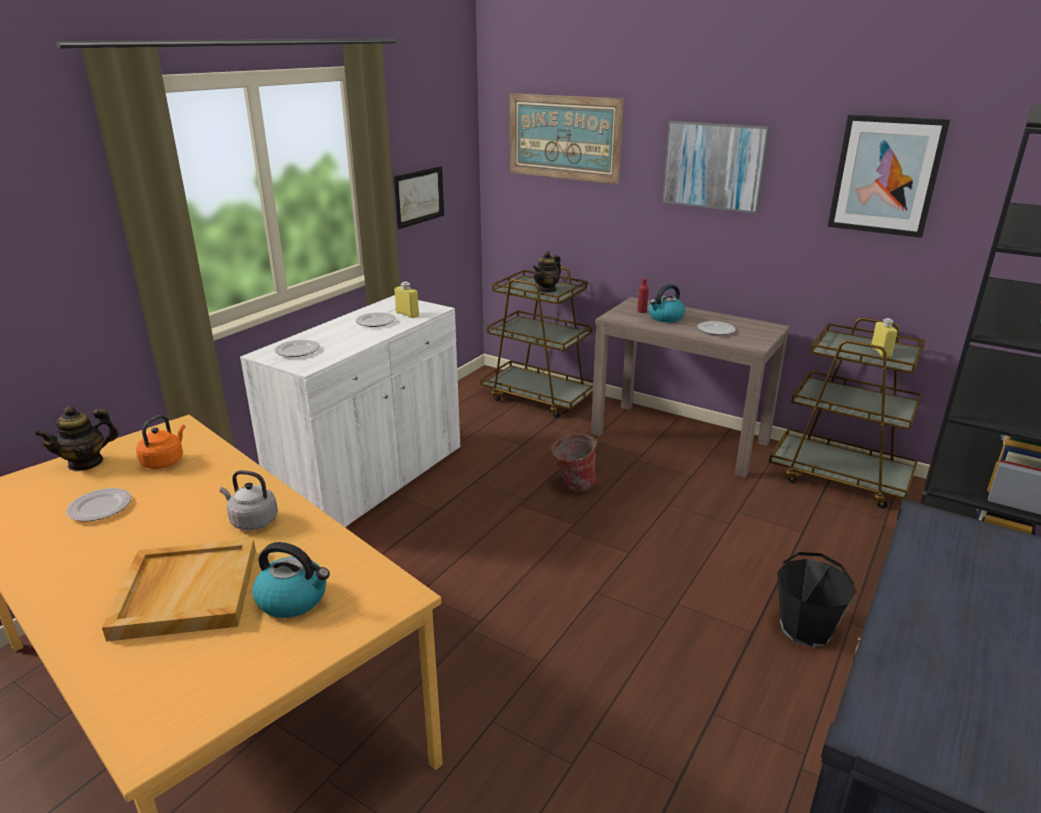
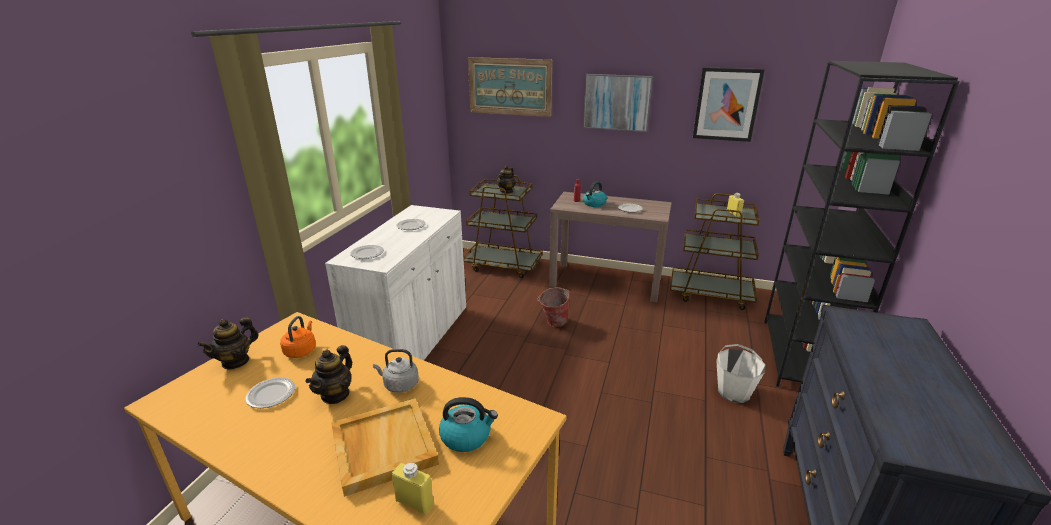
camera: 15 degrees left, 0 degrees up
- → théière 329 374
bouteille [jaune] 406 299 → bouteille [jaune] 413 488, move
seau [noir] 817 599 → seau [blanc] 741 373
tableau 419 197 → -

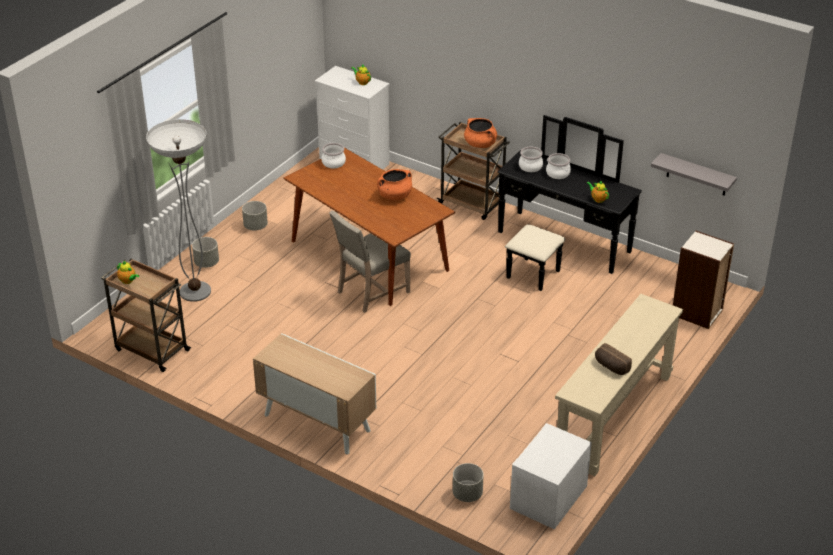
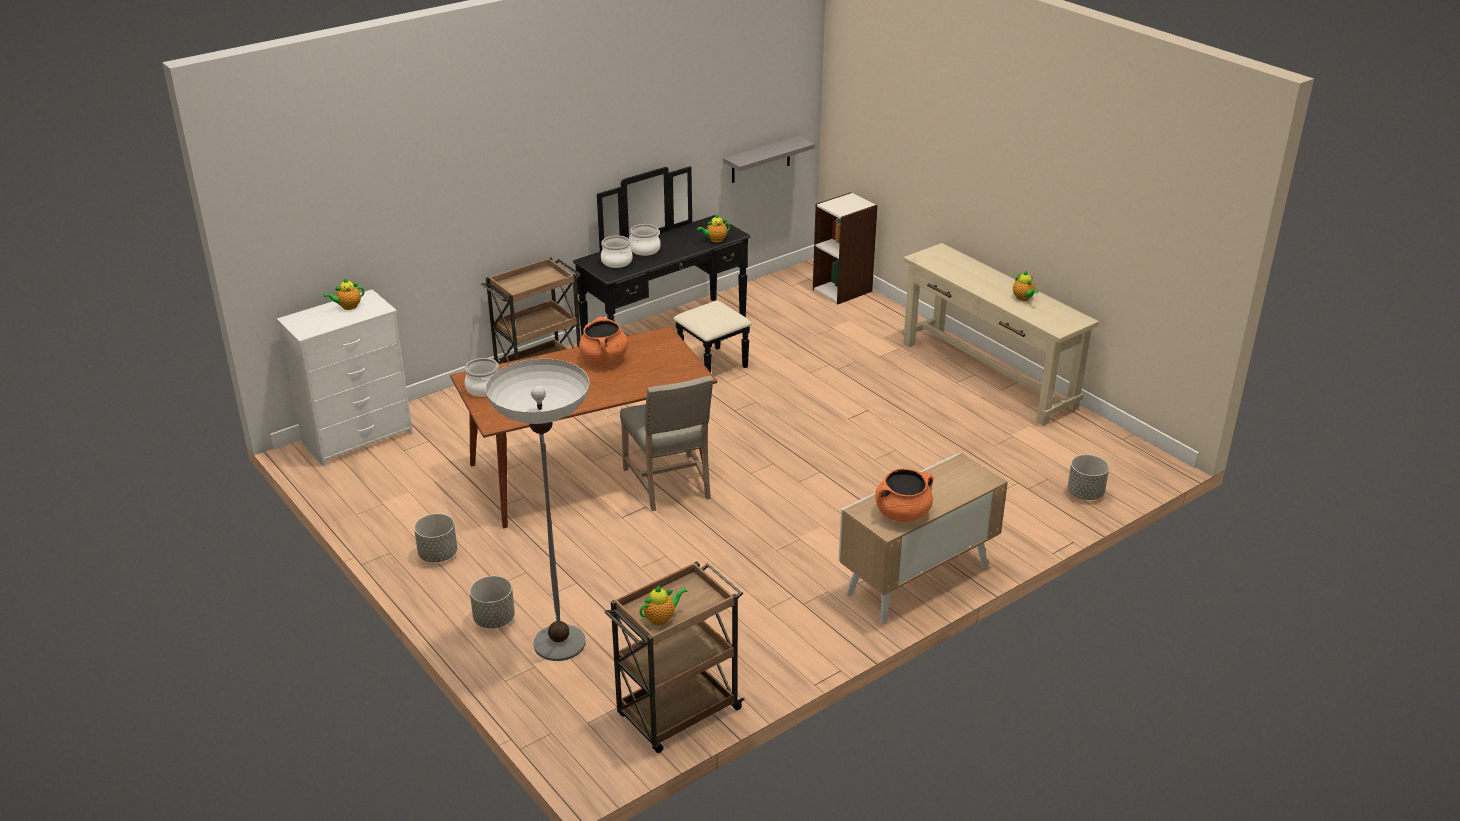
camera: 70 degrees left, 5 degrees down
marmite [orange] 480 133 → marmite [orange] 904 495, move
pain 613 359 → théière 1026 286
table de chevet [blanc] 551 476 → -

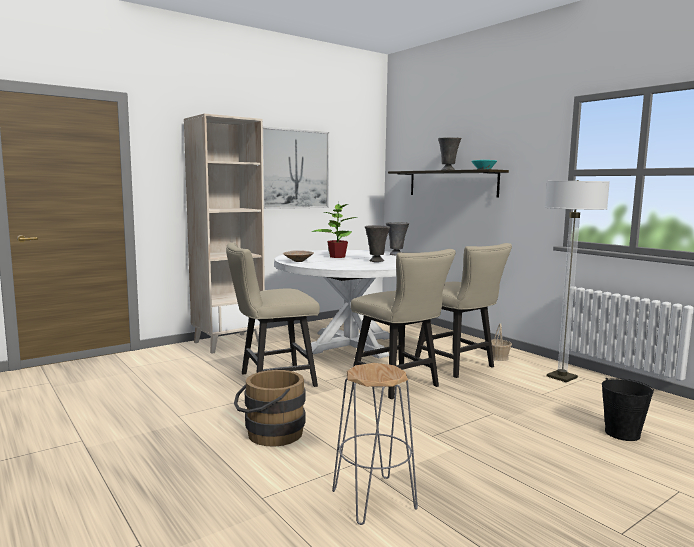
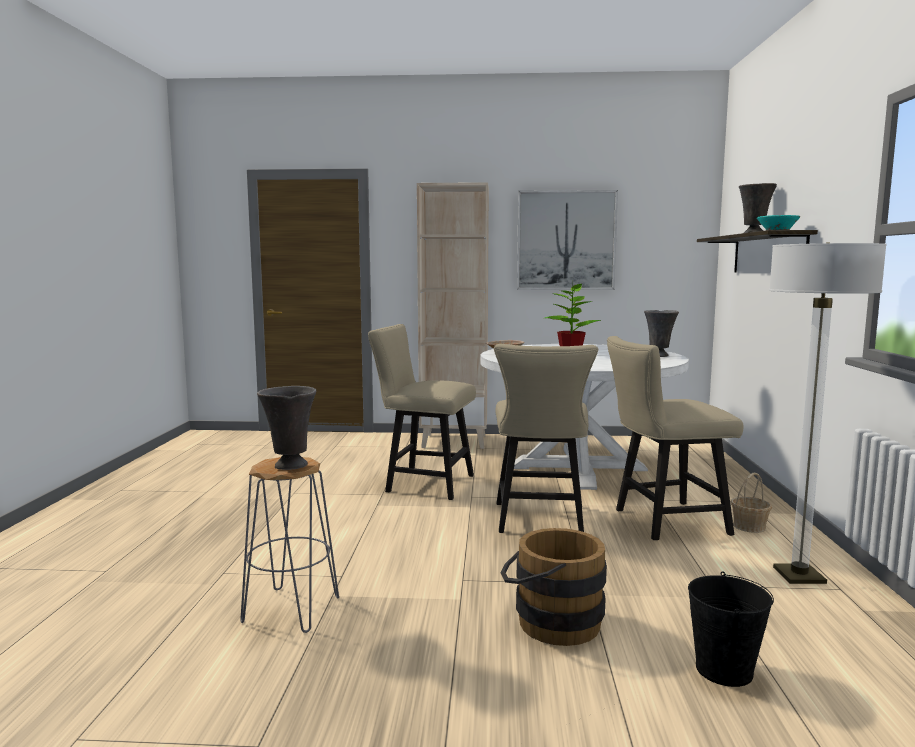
camera: 40 degrees right, 0 degrees up
vase [gris] 377 243 → vase [gris] 286 428, move
seau [marron] 269 408 → seau [marron] 553 587, move
chaise [beige] 463 310 → chaise [beige] 675 438, 75 degrees clockwise

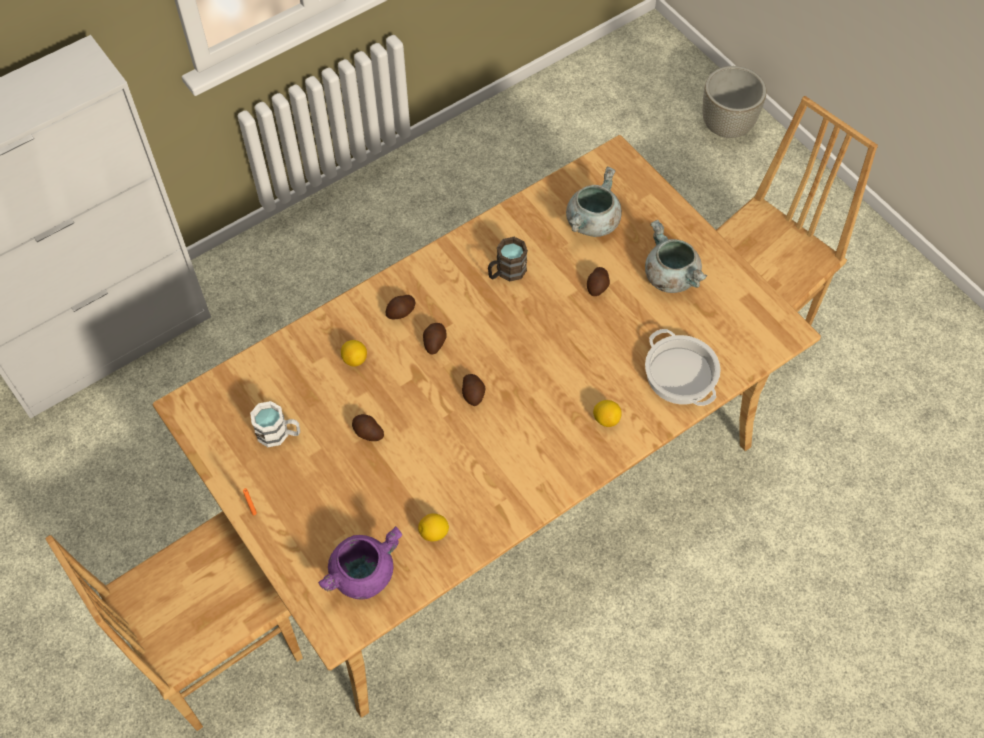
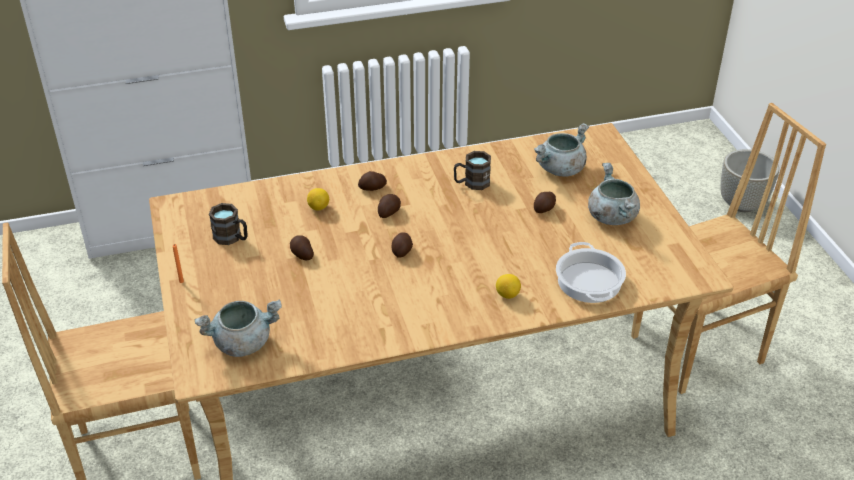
camera: 20 degrees right, 20 degrees down
marmite [violet] 360 563 → marmite [gris] 238 328
mug [blanc] 275 424 → mug [marron] 228 224
citron 433 527 → -

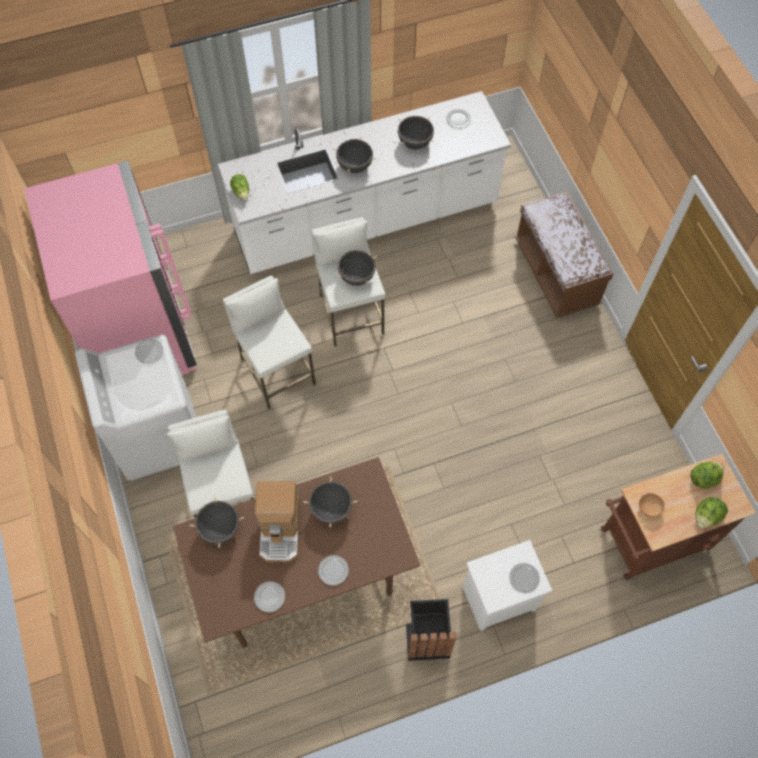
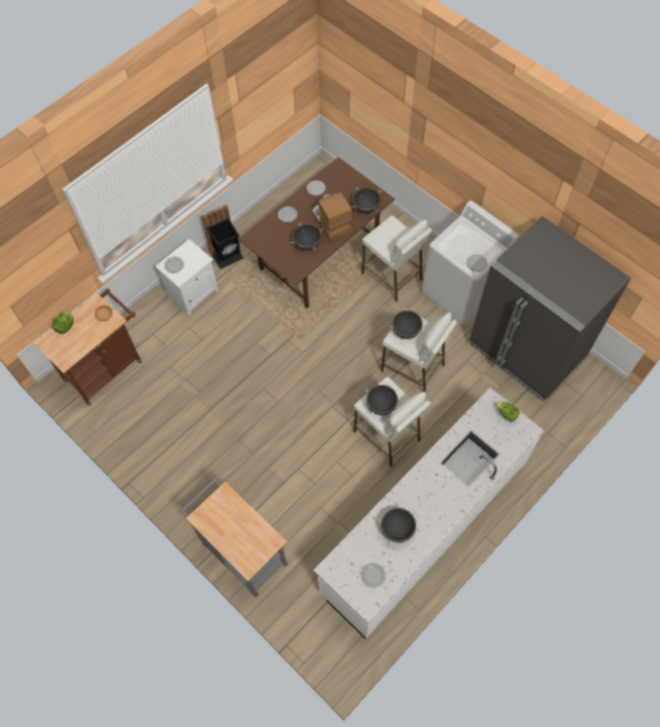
camera: 155 degrees right, 0 degrees up
banc [marron] 564 254 → chariot [gris] 234 537
marmite [noir] 354 155 → marmite [noir] 407 323, move
réfrigérateur [rose] 110 267 → réfrigérateur [gris] 550 308
laitue 707 475 → -

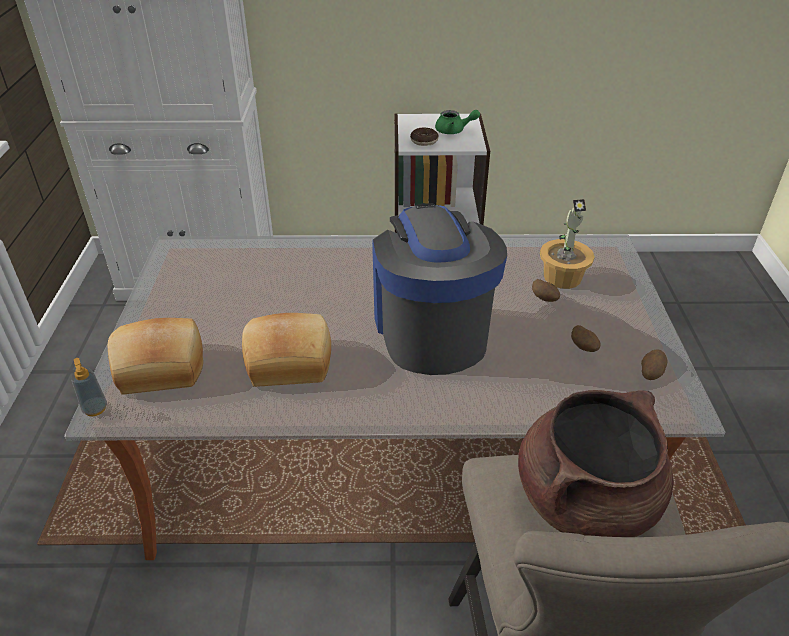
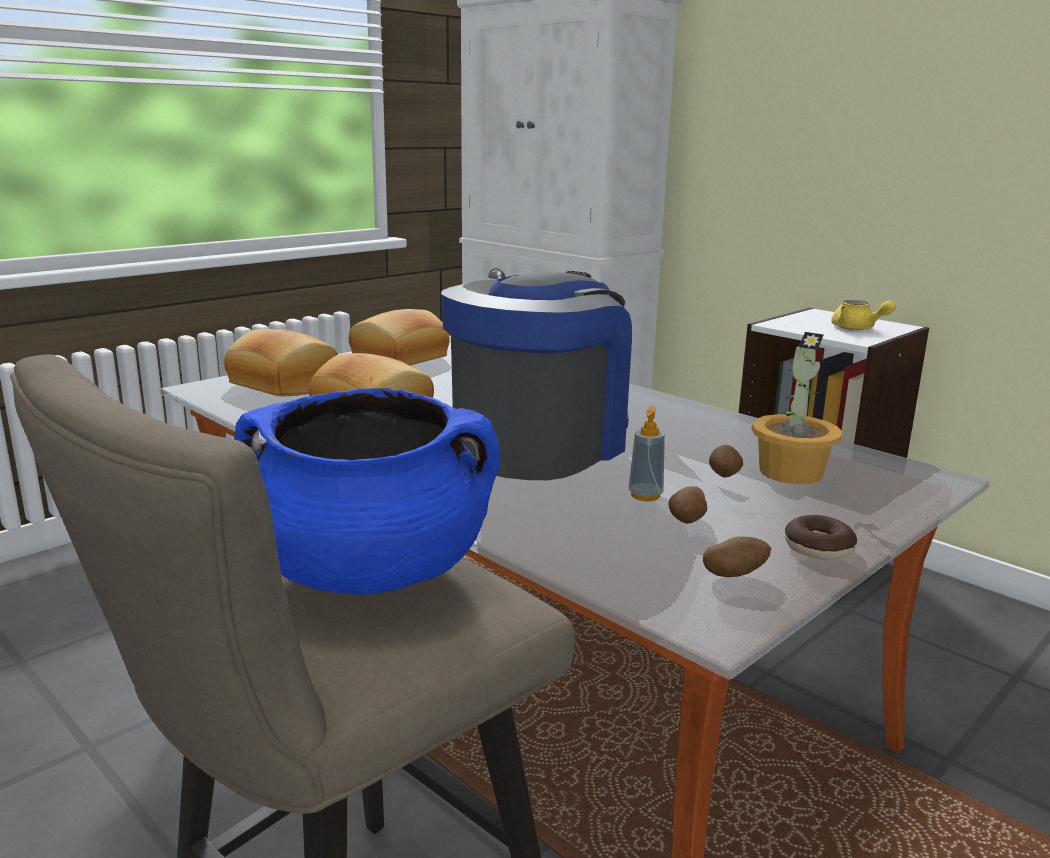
camera: 45 degrees right, 20 degrees down
marmite [marron] 596 463 → marmite [bleu] 367 491
- → pain 399 337
distributeur de savon 89 387 → distributeur de savon 647 453, move
beignet 424 137 → beignet 821 537, move
théière [vert] 457 122 → théière [jaune] 864 315

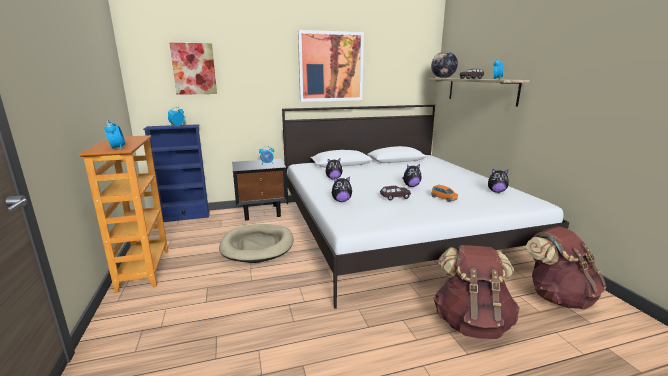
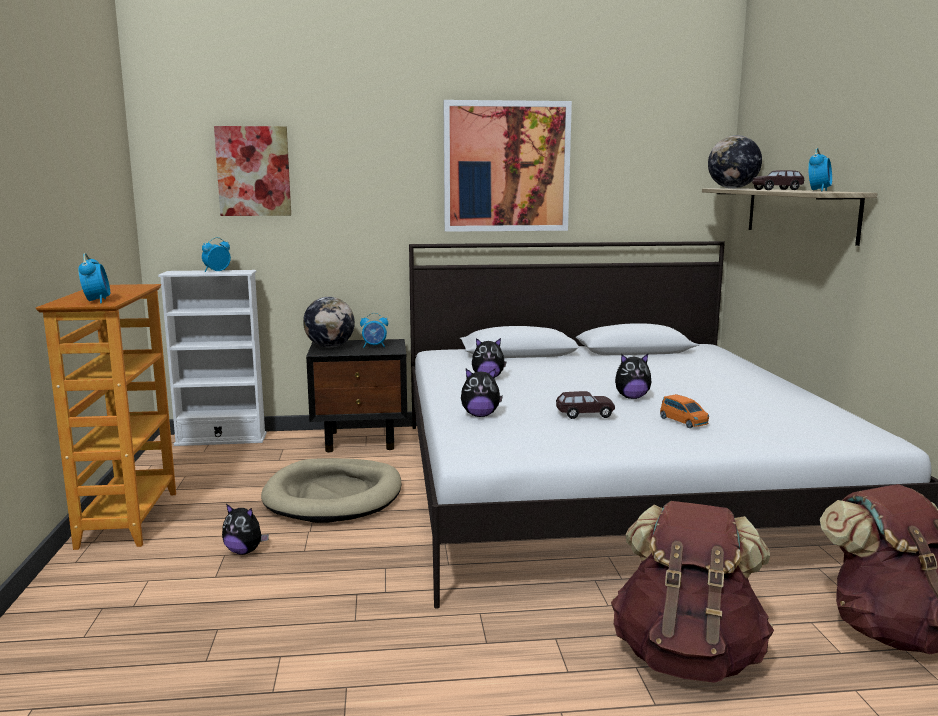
camera: 10 degrees right, 5 degrees down
bibliothèque [bleu] 176 173 → bibliothèque [blanc] 212 358
peluche 498 181 → peluche 245 529, move
- → globe 329 322

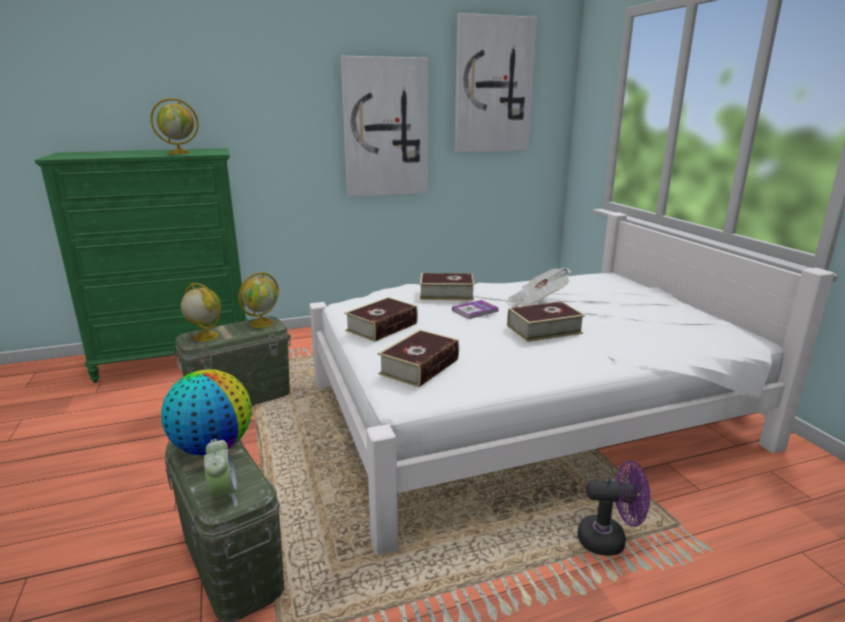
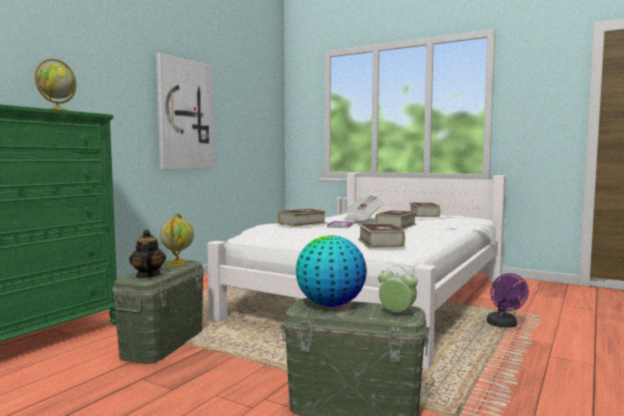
camera: 40 degrees left, 15 degrees down
globe 201 312 → théière 147 253
livre 381 319 → livre 425 210, move
ventilateur [violet] 613 508 → ventilateur [violet] 508 300, 120 degrees clockwise
tableau 495 83 → -

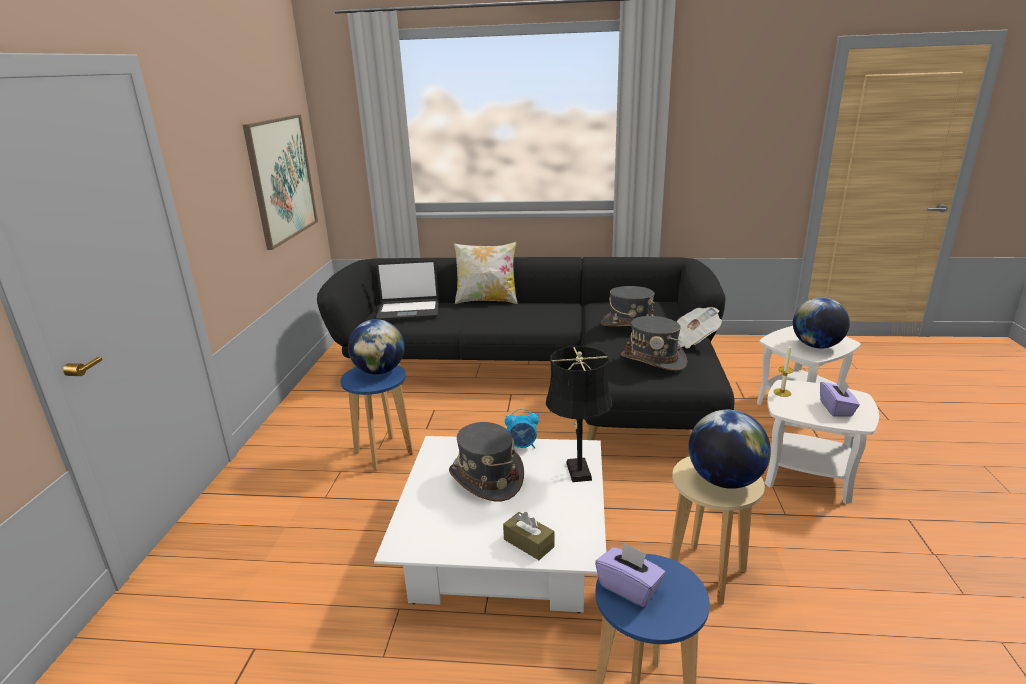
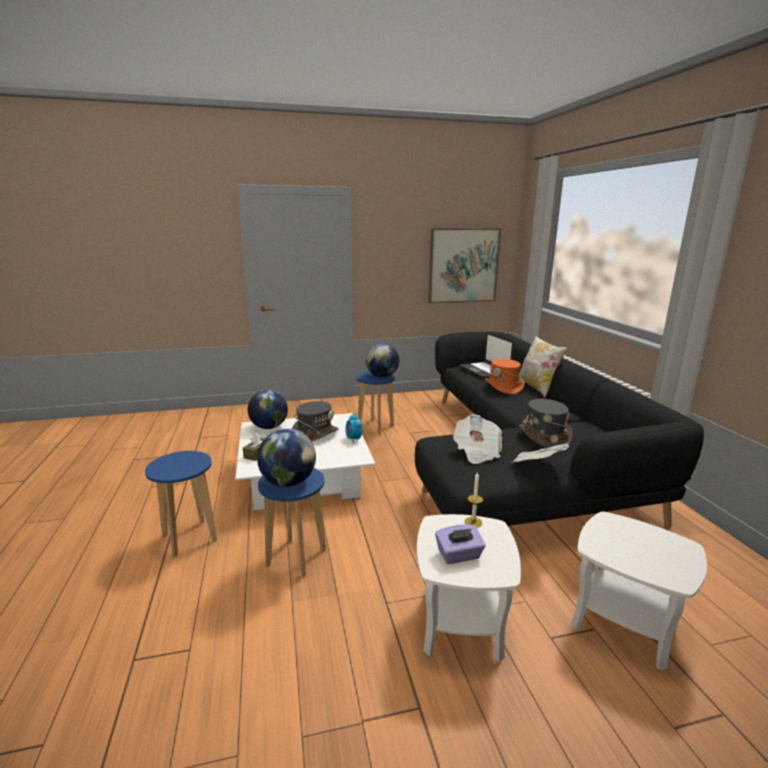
camera: 70 degrees right, 5 degrees down
globe 821 323 → globe 268 409, move
tabouret [beige] 717 530 → tabouret [bleu] 292 522
chapeau [gris] 654 343 → journal 477 439
- → chapeau [orange] 505 376
lampe de table [noir] 579 414 → -
boîte à mouchoirs [violet] 630 574 → -

